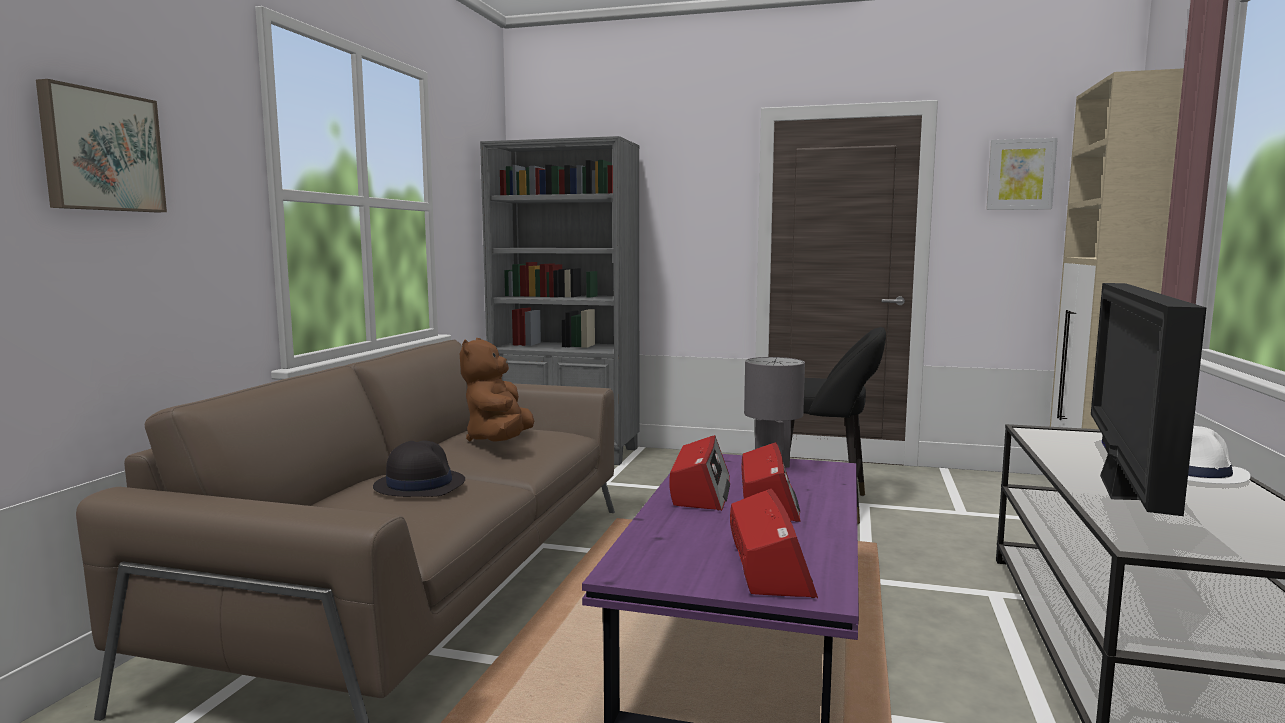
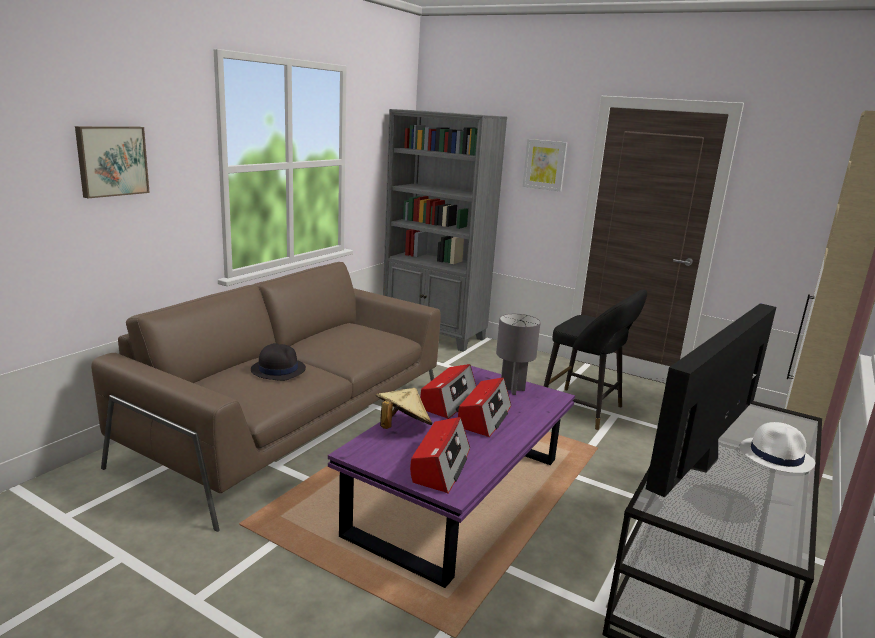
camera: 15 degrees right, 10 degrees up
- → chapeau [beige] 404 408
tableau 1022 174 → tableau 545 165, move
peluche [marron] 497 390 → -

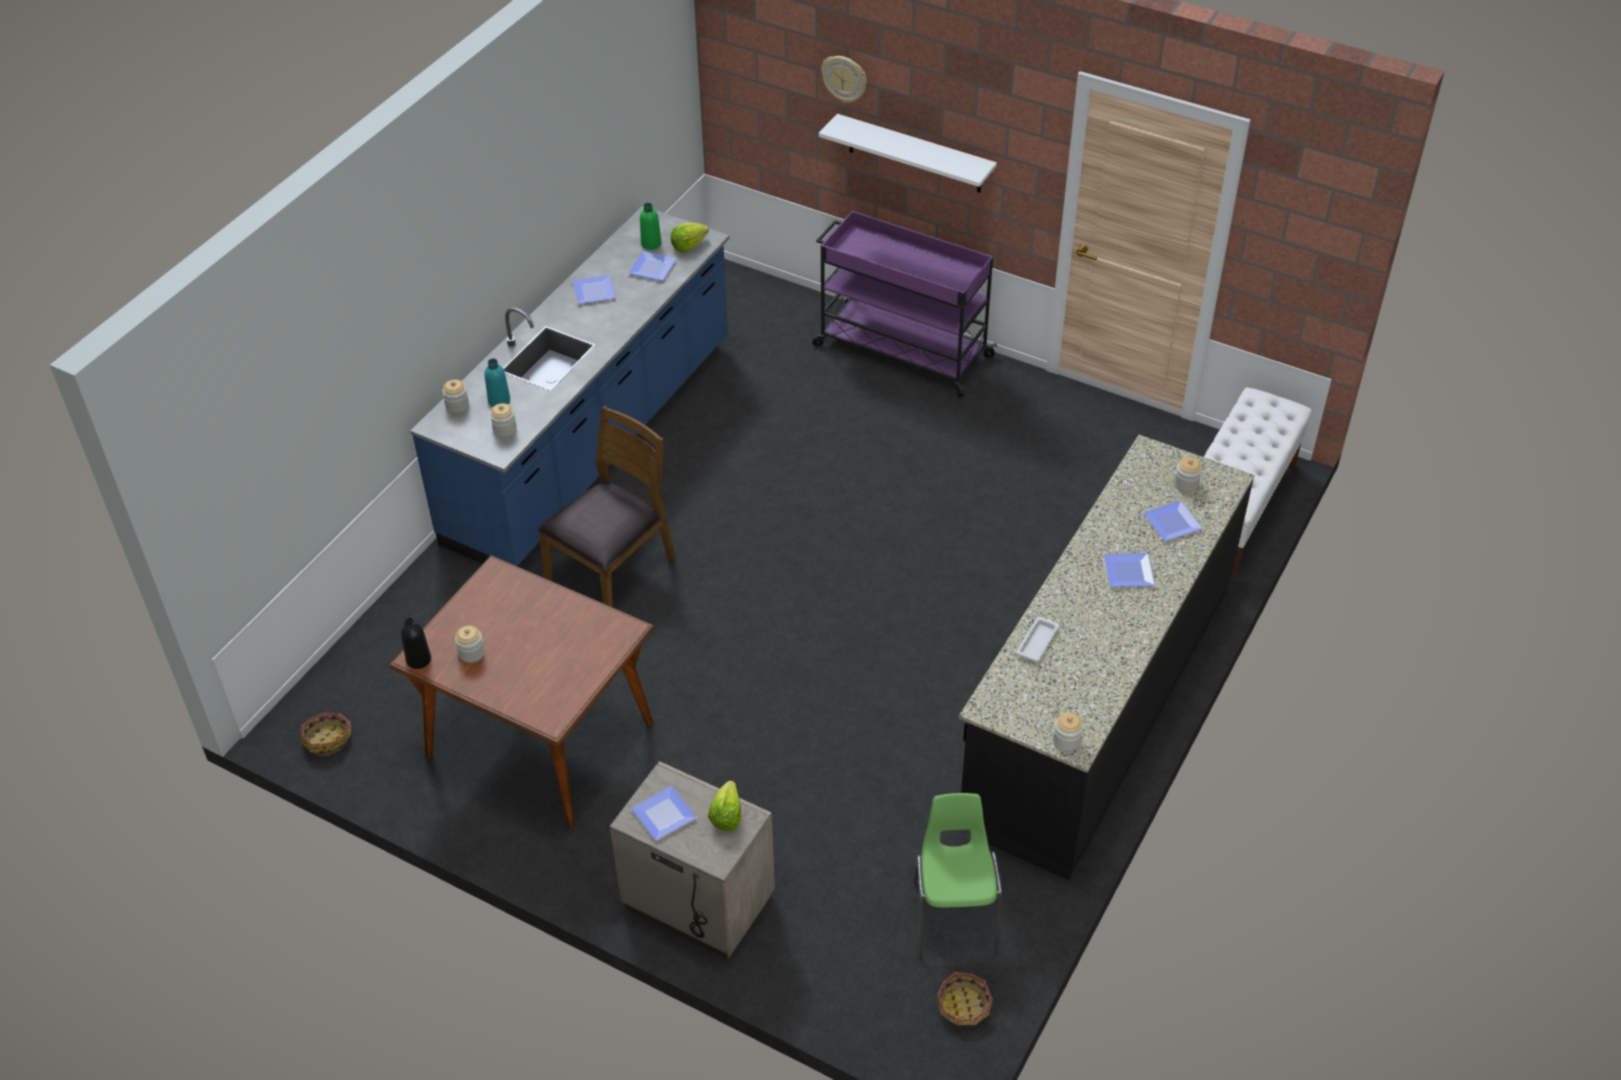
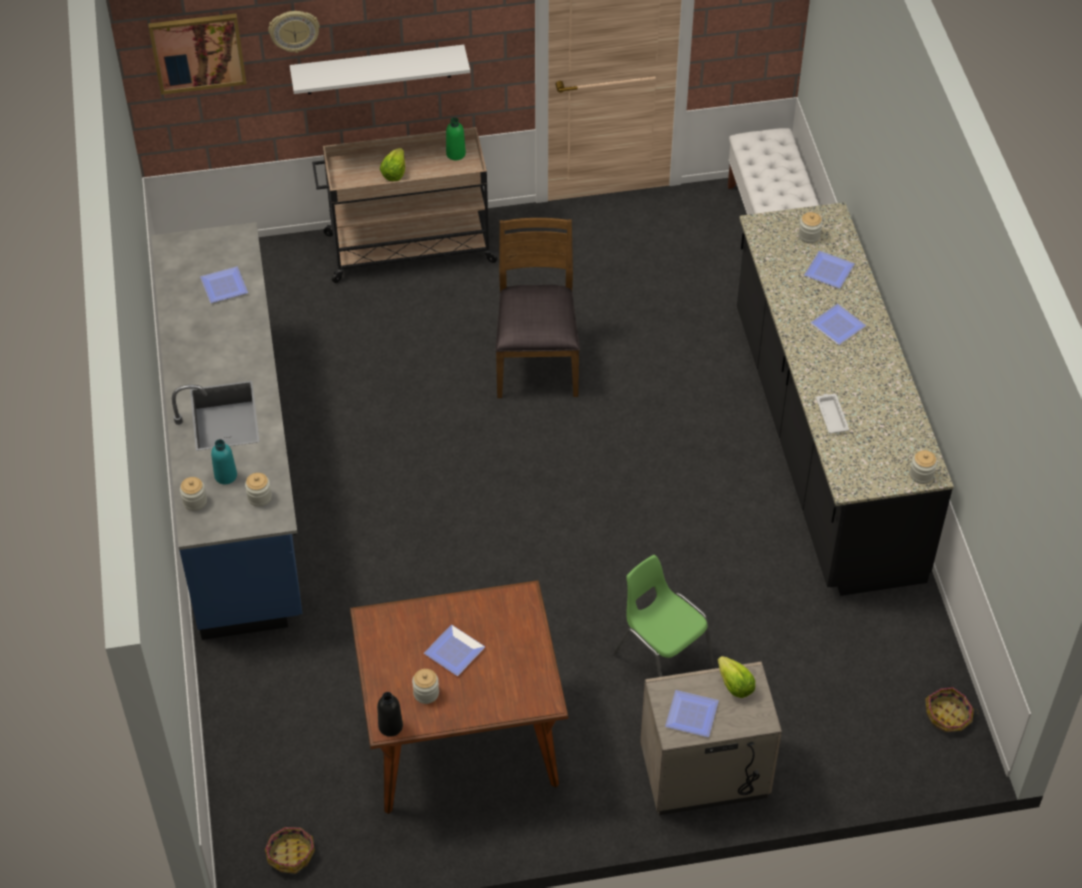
camera: 40 degrees left, 5 degrees up
- → tableau 197 54
chariot [violet] 904 304 → chariot [beige] 405 205
laitue 690 237 → laitue 392 164, move
assiette 594 289 → assiette 454 650, move
bouteille [vert] 650 226 → bouteille [vert] 456 138, move
chaise [marron] 607 506 → chaise [marron] 537 308, move
chaise [vert] 958 875 → chaise [vert] 663 616, move

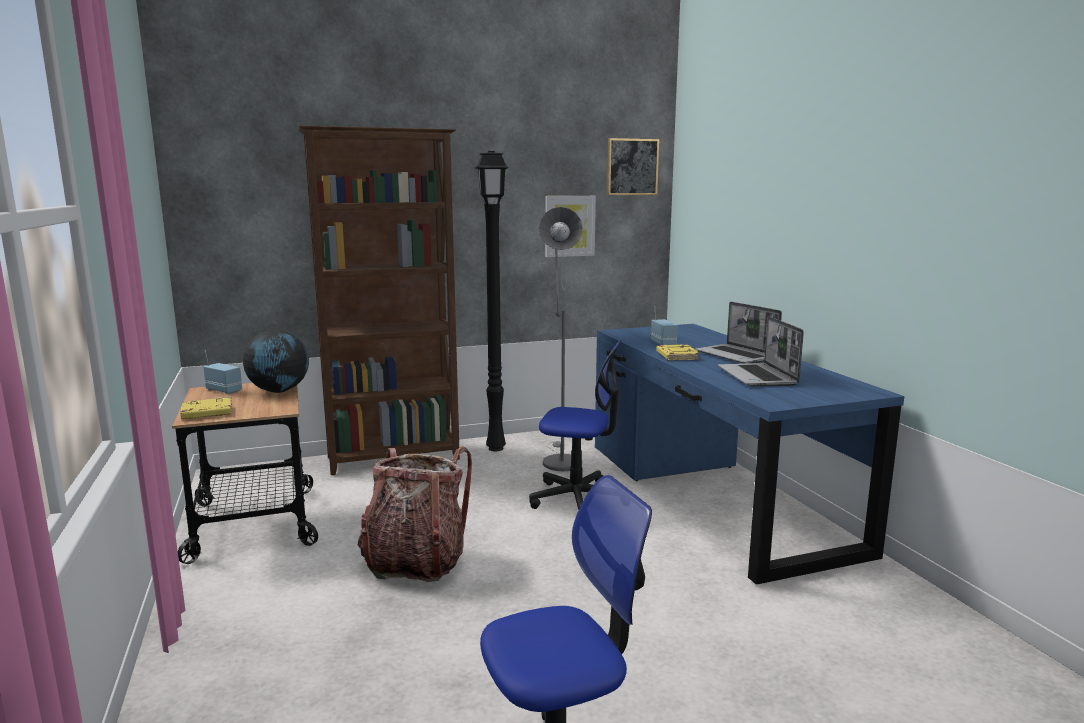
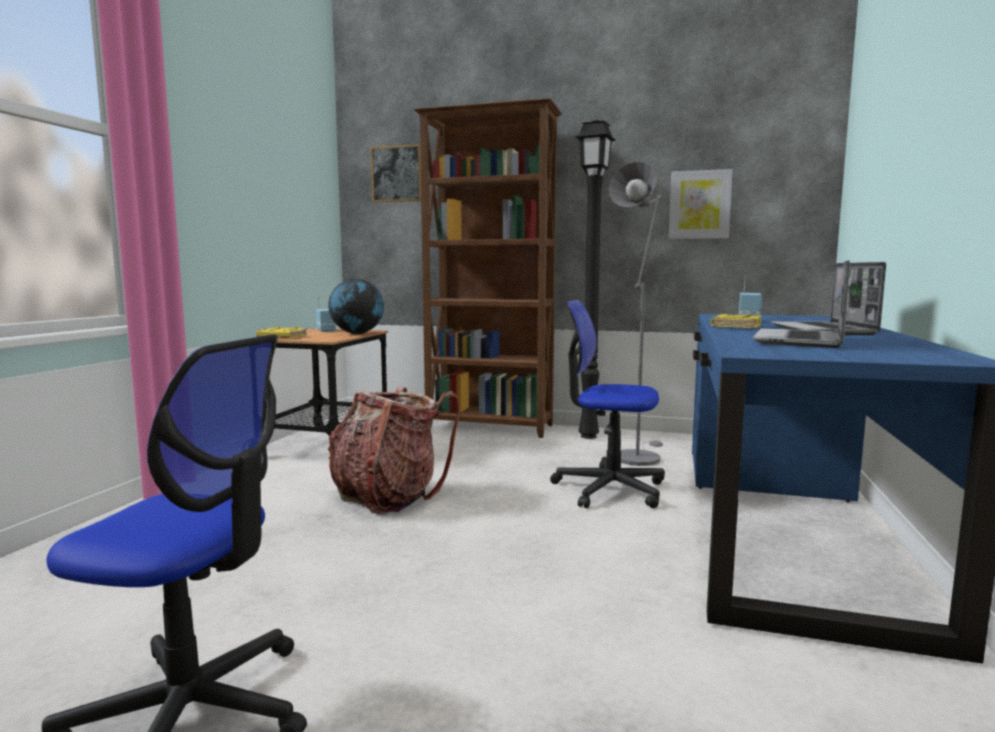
camera: 35 degrees right, 5 degrees down
tableau 633 166 → tableau 396 173, move
chaise de bureau 575 425 → chaise de bureau 607 404, 150 degrees clockwise

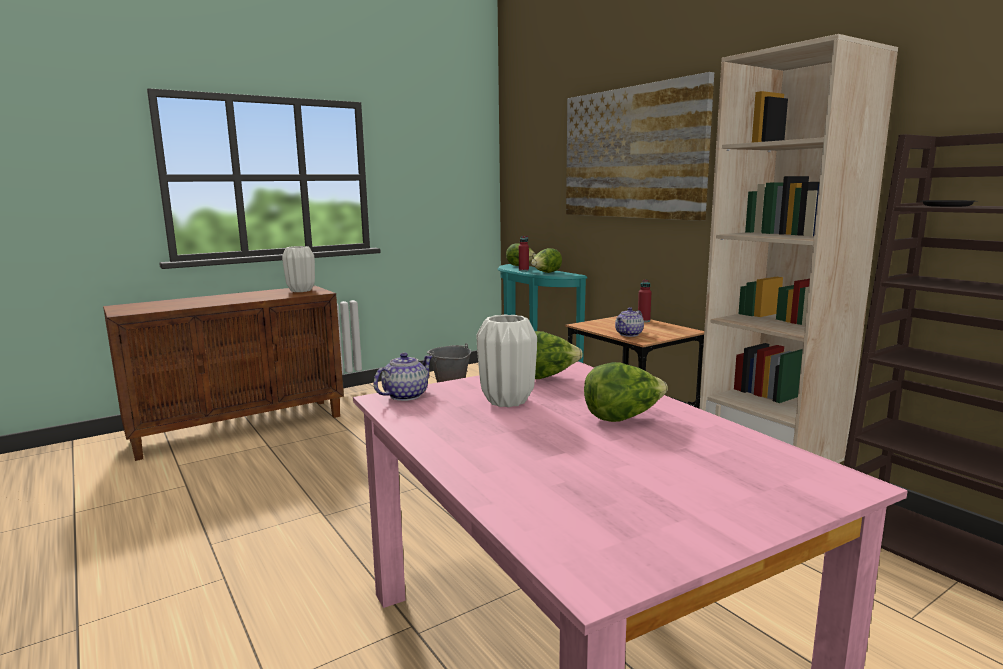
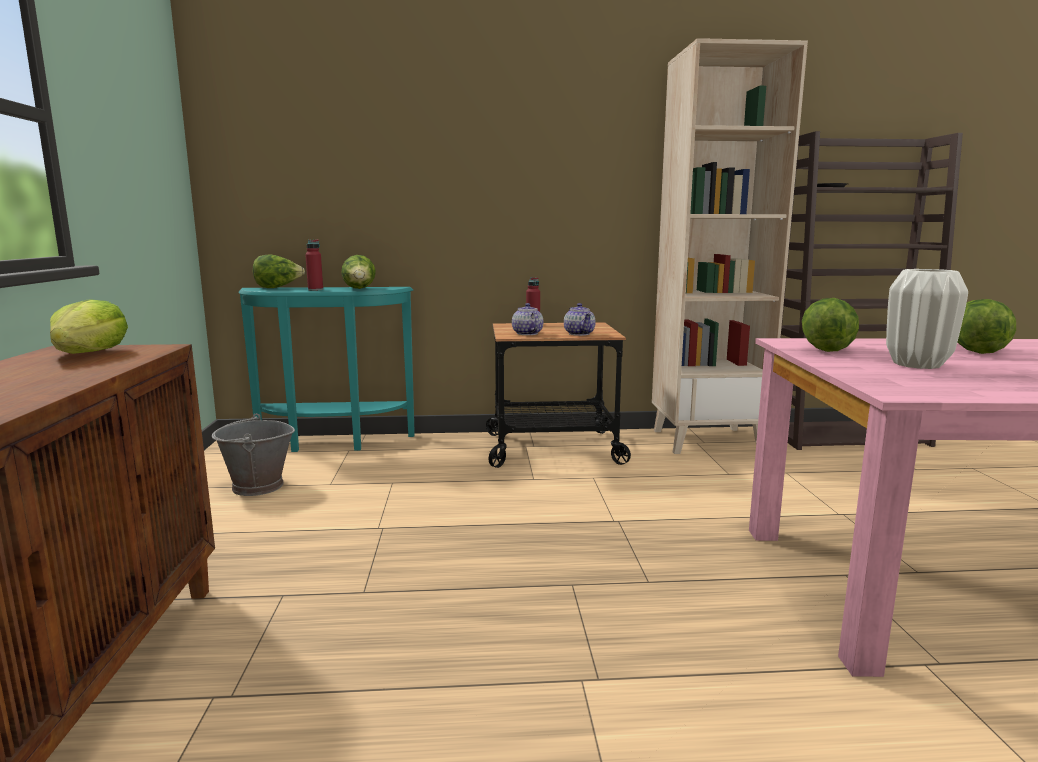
camera: 60 degrees left, 0 degrees up
vase [blanc] 298 269 → laitue 89 326
théière 403 377 → théière 527 319, move
tableau 640 146 → -

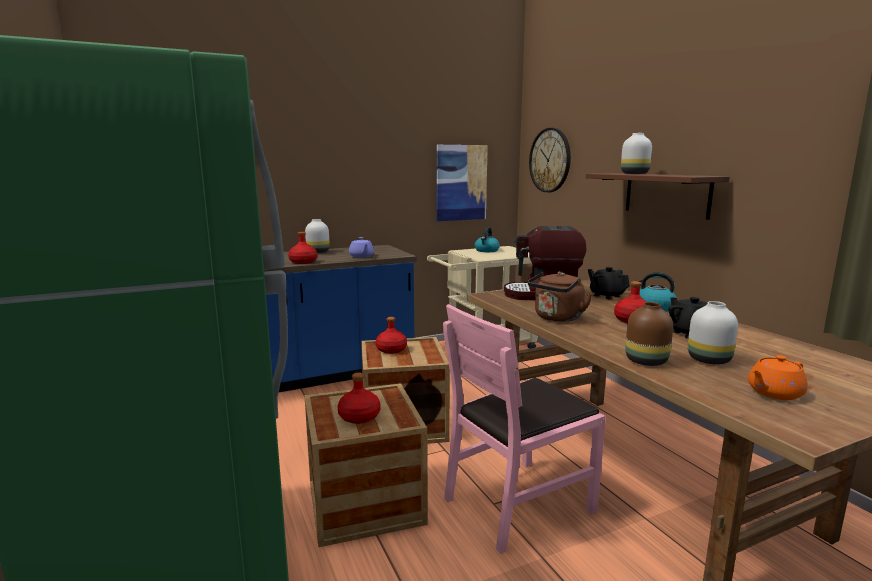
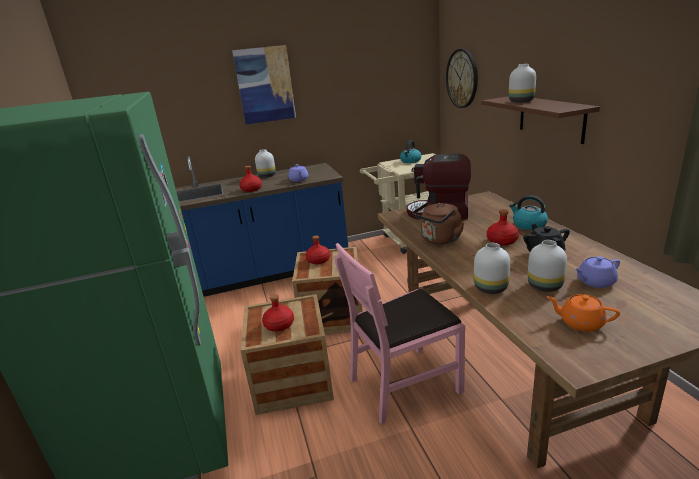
camera: 10 degrees right, 10 degrees up
tableau 462 183 → tableau 264 84, move
vase [marron] 649 334 → vase [blanc] 492 268
théière [orange] 778 377 → théière [orange] 583 313, 45 degrees clockwise
- → théière [violet] 597 272
théière [noir] 609 283 → -

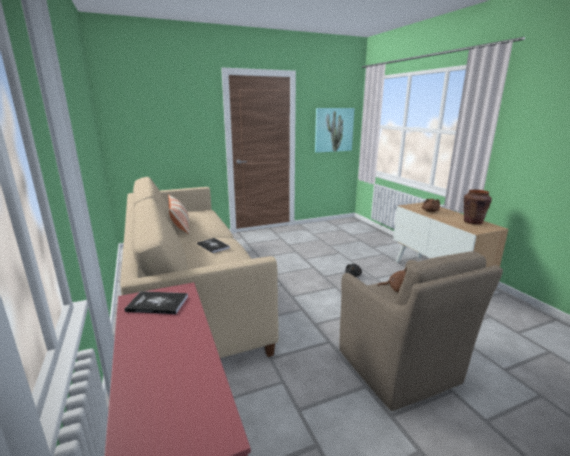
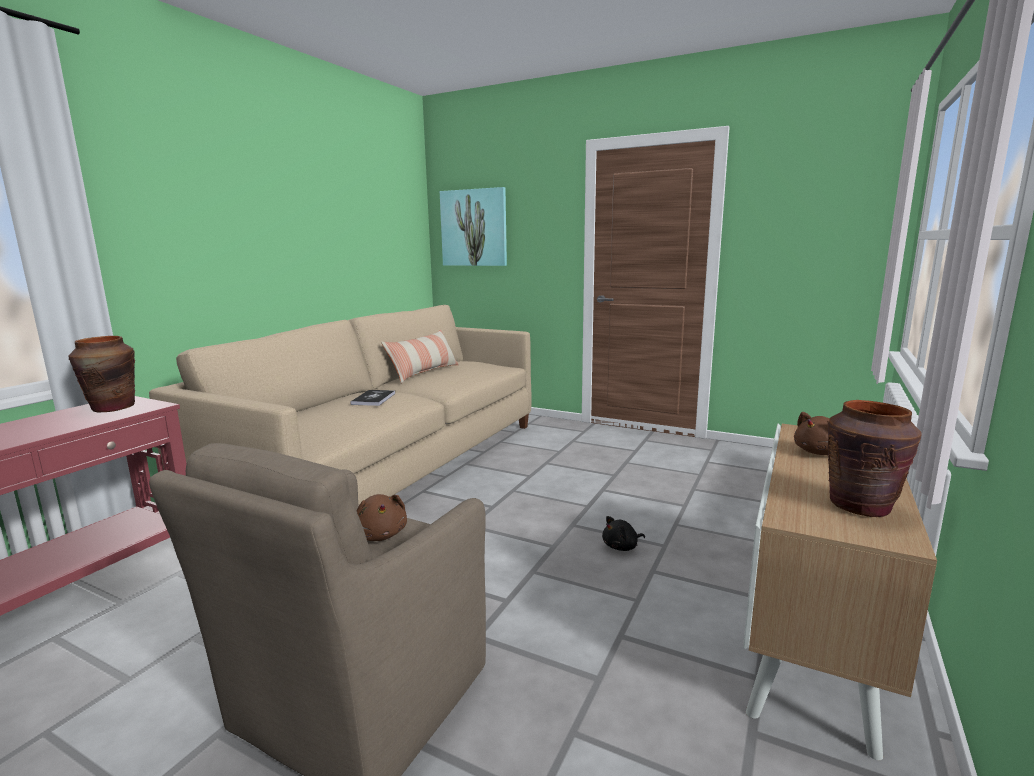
camera: 50 degrees right, 5 degrees down
livre 156 302 → vase [marron] 101 374
tableau 335 130 → tableau 473 226, move

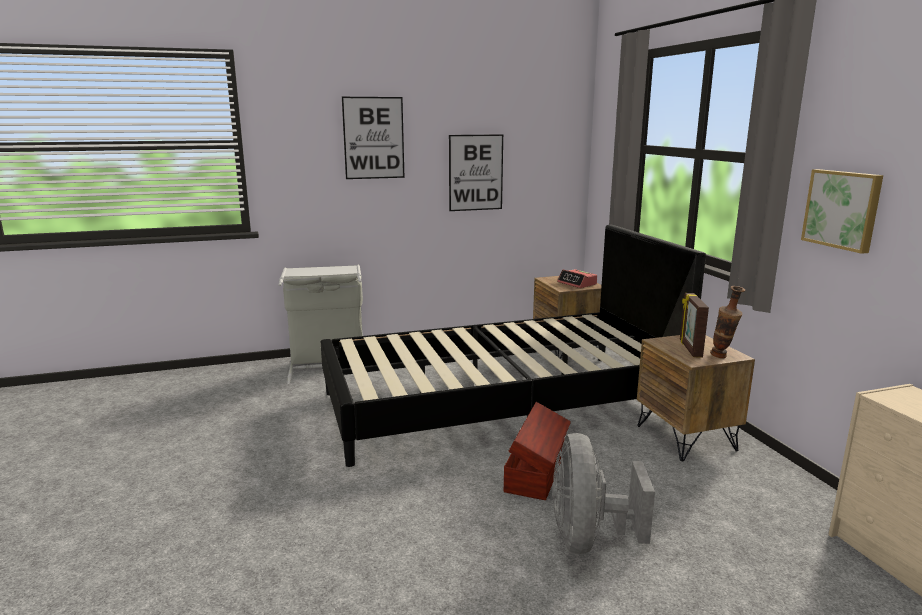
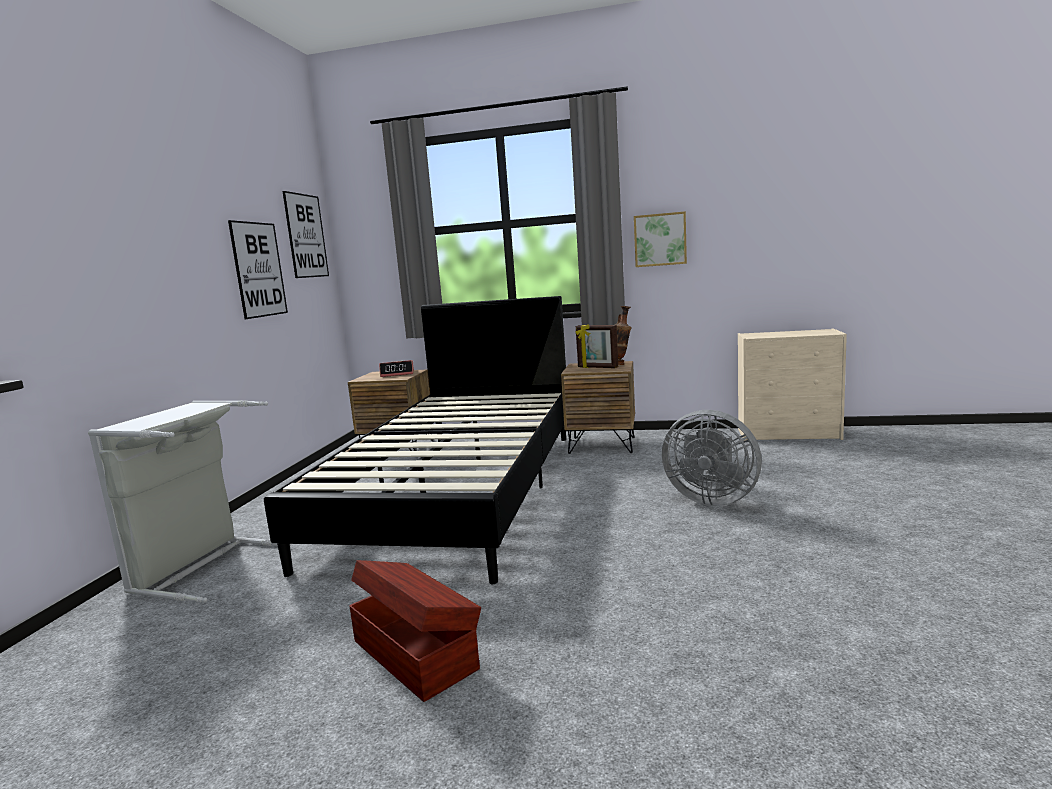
camera: 60 degrees left, 5 degrees down
tableau 373 138 → tableau 306 234, move
boîte de rangement [marron] 537 451 → boîte de rangement [marron] 415 631, move

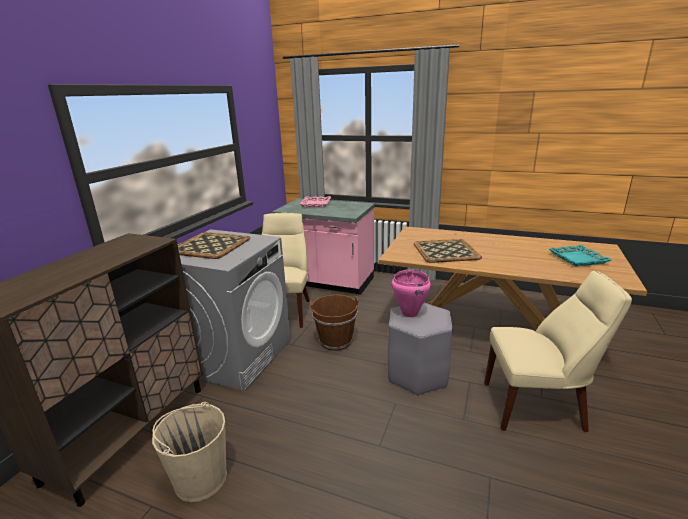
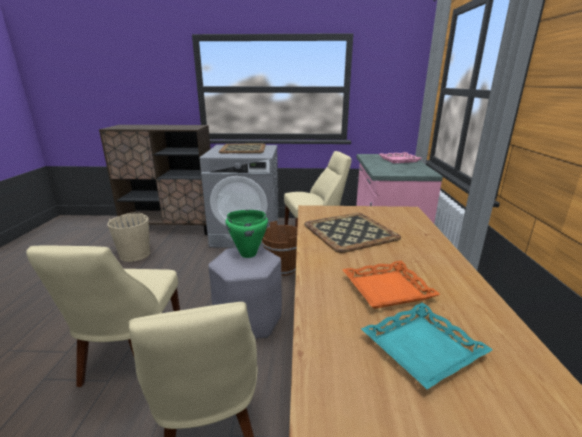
camera: 70 degrees right, 0 degrees up
- → chaise [beige] 103 316
marmite [rose] 411 293 → marmite [vert] 247 234
- → plateau [orange] 391 285

